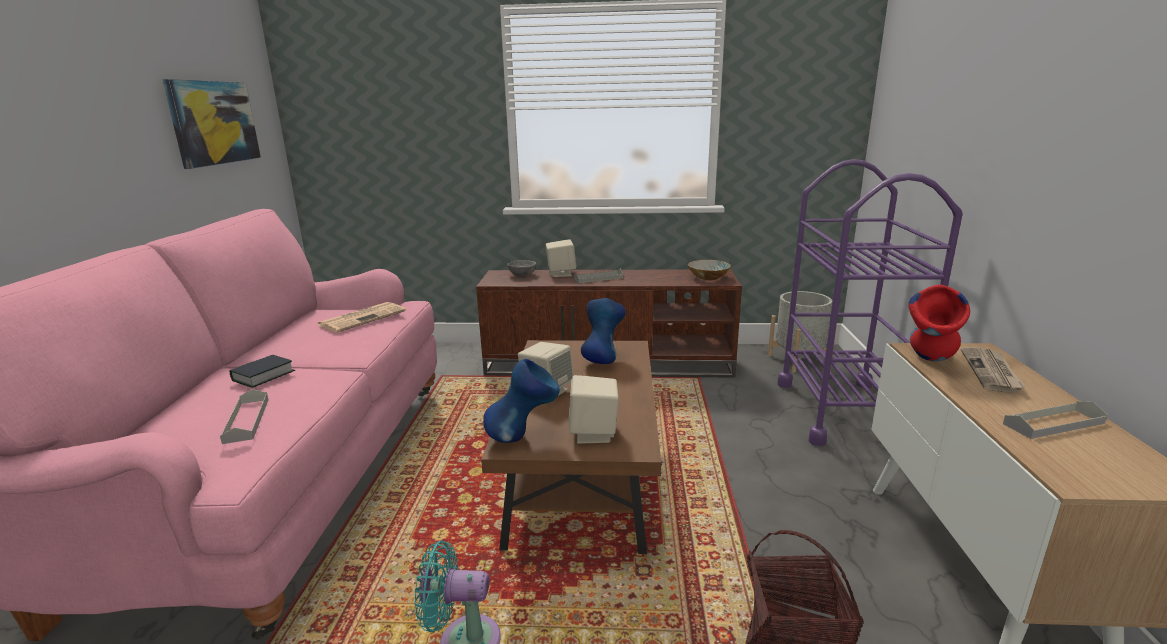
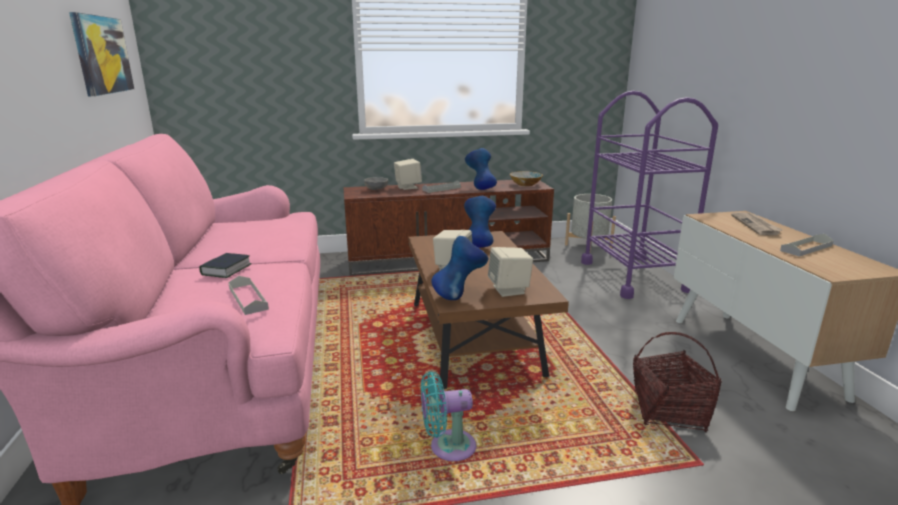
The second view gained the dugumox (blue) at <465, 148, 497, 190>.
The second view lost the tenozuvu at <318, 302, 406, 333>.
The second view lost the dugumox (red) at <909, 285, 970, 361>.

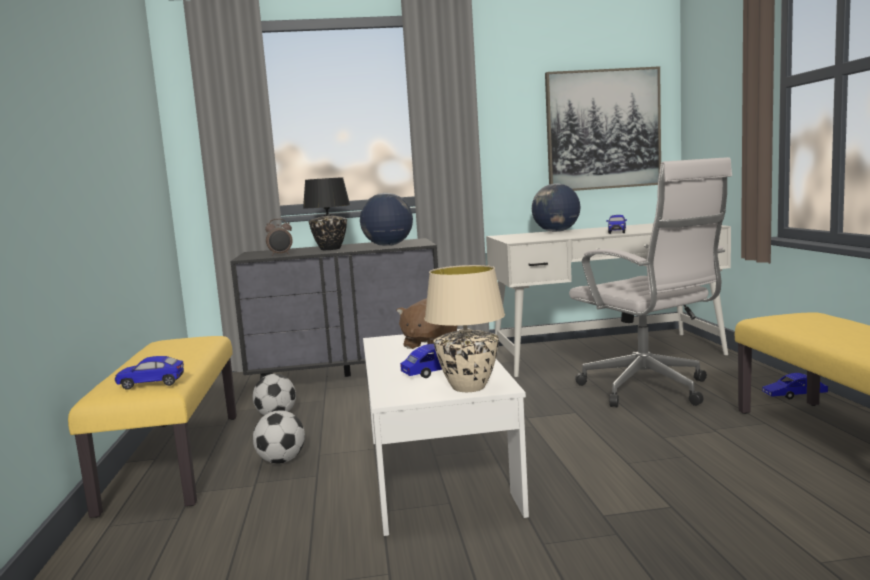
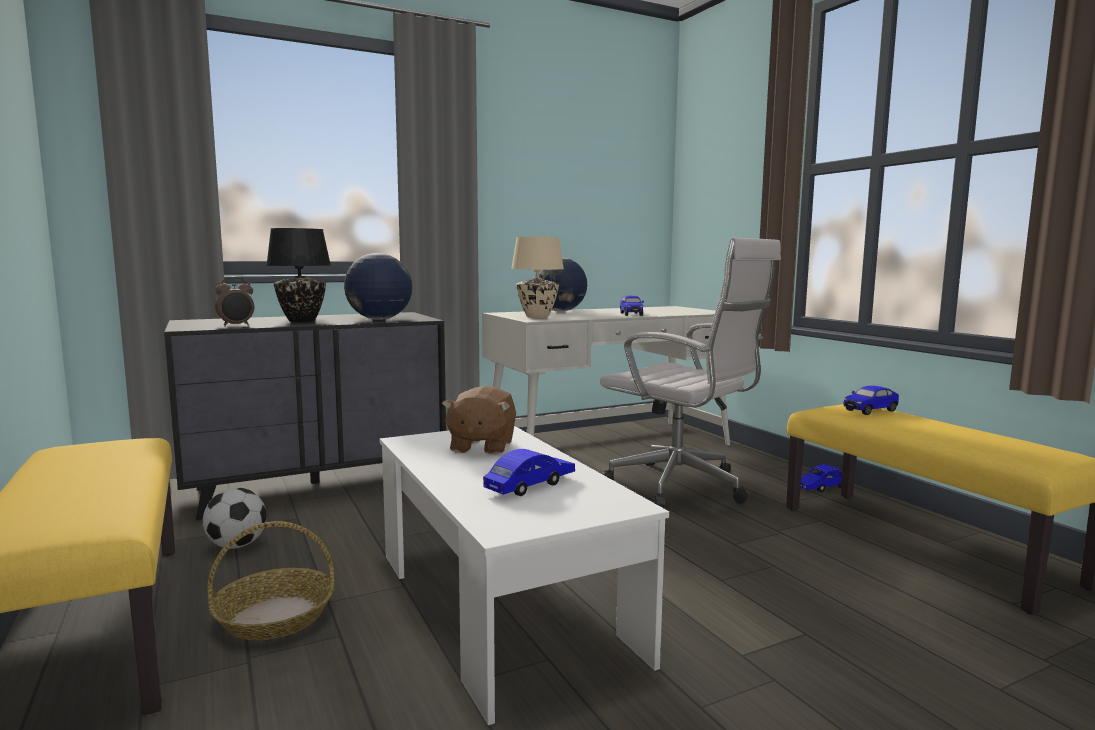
Where the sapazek stood at <253, 410, 305, 464>, the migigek came to stand at <207, 521, 334, 640>.
The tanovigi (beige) ended up elsewhere, having gone from <424, 265, 505, 392> to <511, 237, 564, 318>.
The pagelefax ended up elsewhere, having gone from <115, 356, 184, 390> to <843, 386, 899, 415>.
The second view lost the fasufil at <545, 66, 661, 191>.

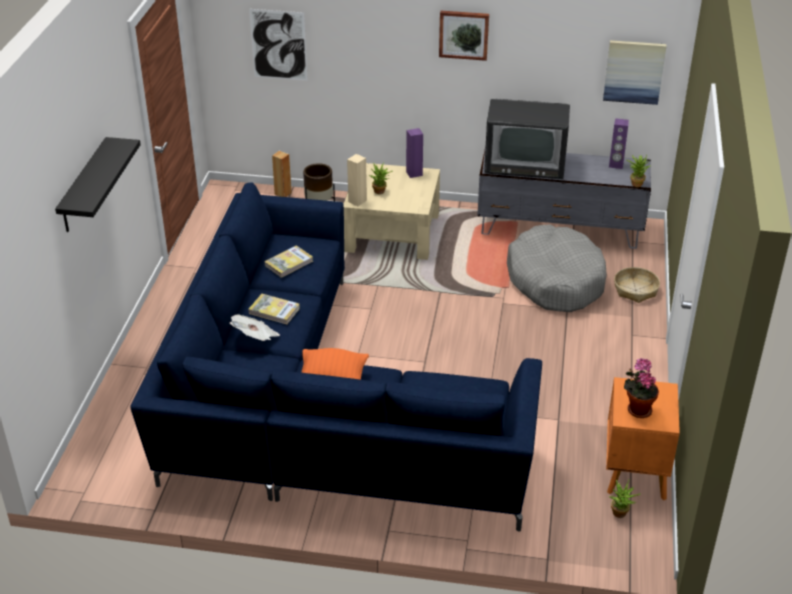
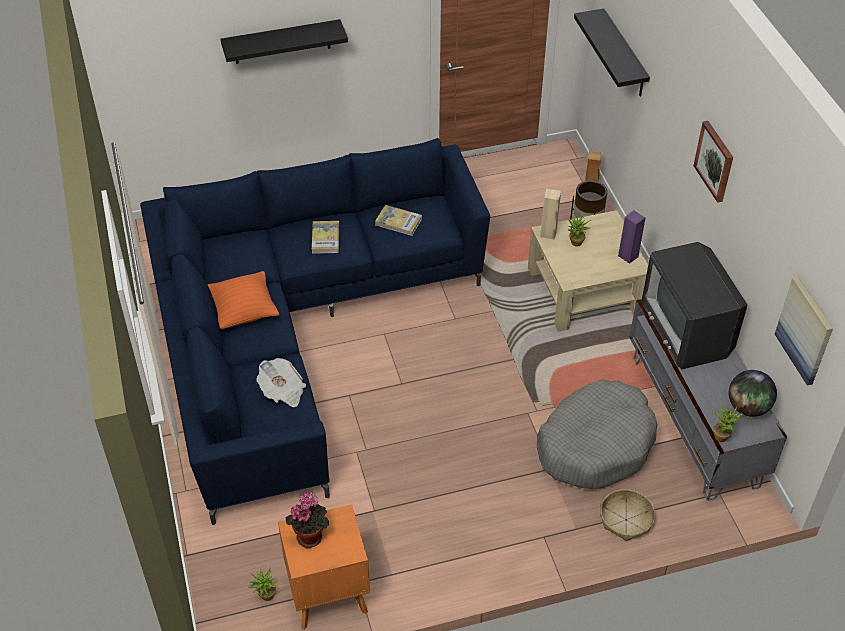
The tenozuvu ended up elsewhere, having gone from <230, 314, 280, 341> to <256, 358, 306, 407>.
Where the fasufil hung at <249, 9, 308, 81>, the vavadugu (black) came to hang at <574, 9, 650, 96>.
Where the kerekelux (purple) stood at <609, 118, 629, 169>, the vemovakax came to stand at <729, 370, 777, 417>.

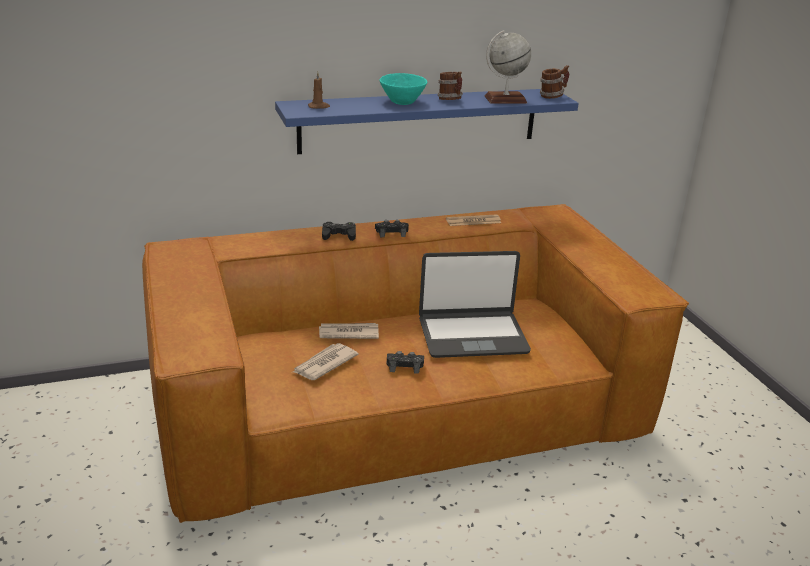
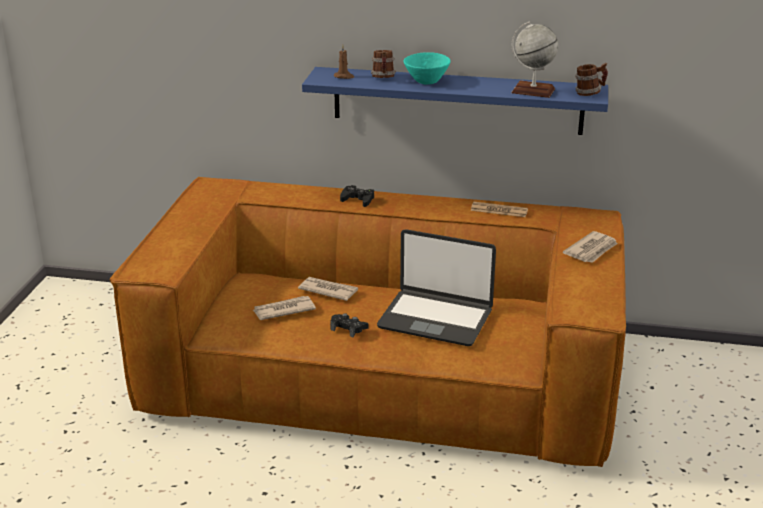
The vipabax ended up elsewhere, having gone from <438, 71, 463, 100> to <371, 50, 396, 78>.
The second view gained the tenozuvu at <563, 231, 618, 263>.
The second view lost the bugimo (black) at <375, 220, 409, 237>.

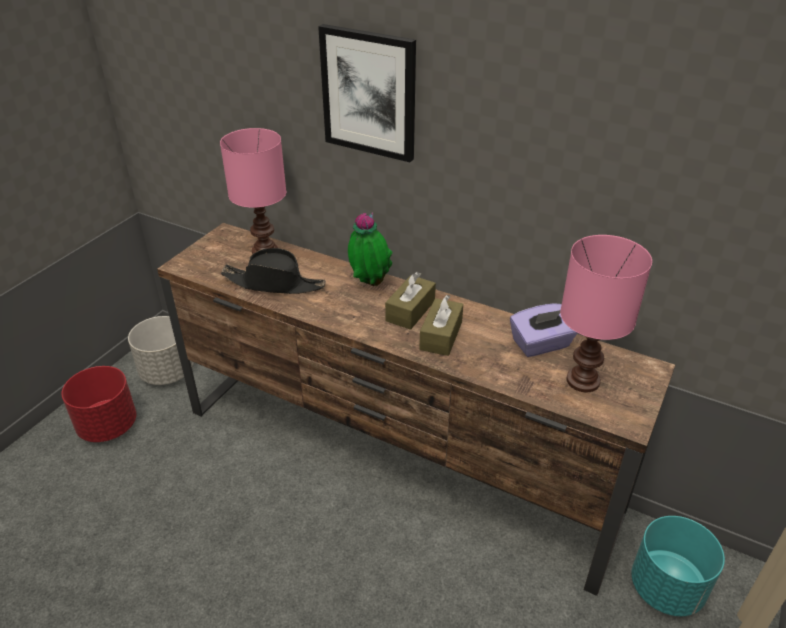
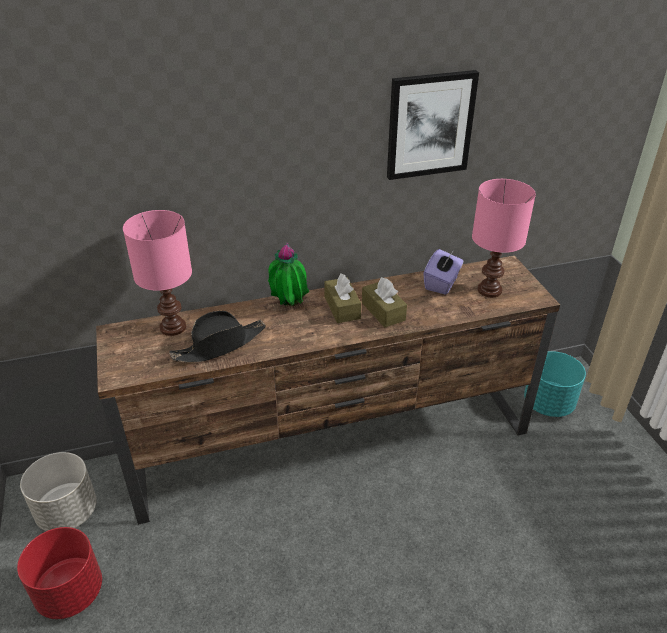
The fasufil ended up elsewhere, having gone from <318, 24, 416, 162> to <387, 70, 479, 180>.

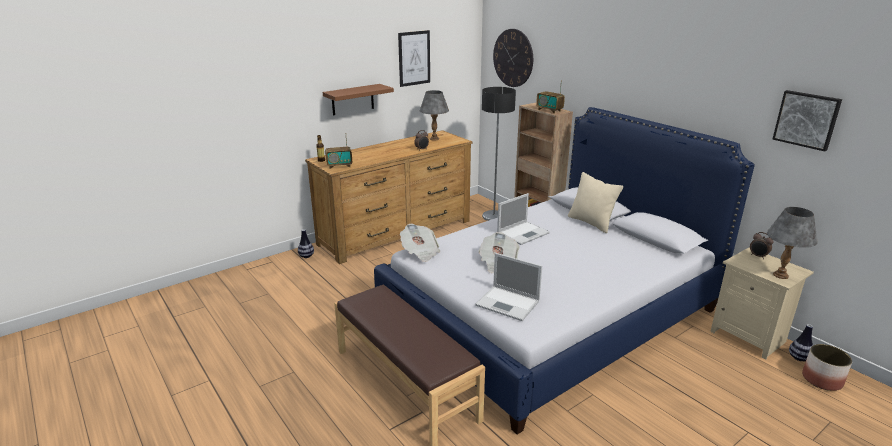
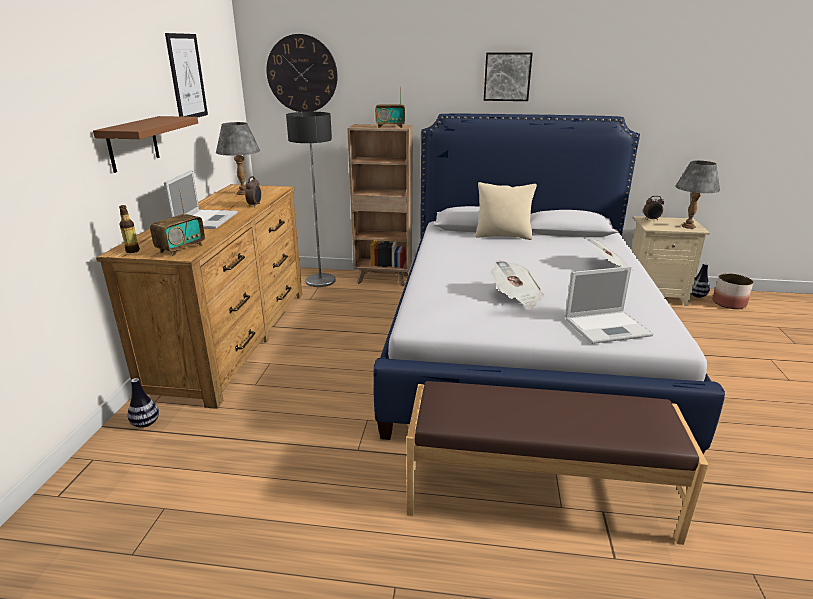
The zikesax ended up elsewhere, having gone from <497, 193, 550, 245> to <164, 170, 238, 229>.
The fasufil ended up elsewhere, having gone from <772, 90, 842, 151> to <484, 52, 533, 101>.
The tenozuvu ended up elsewhere, having gone from <400, 224, 440, 262> to <586, 238, 632, 270>.

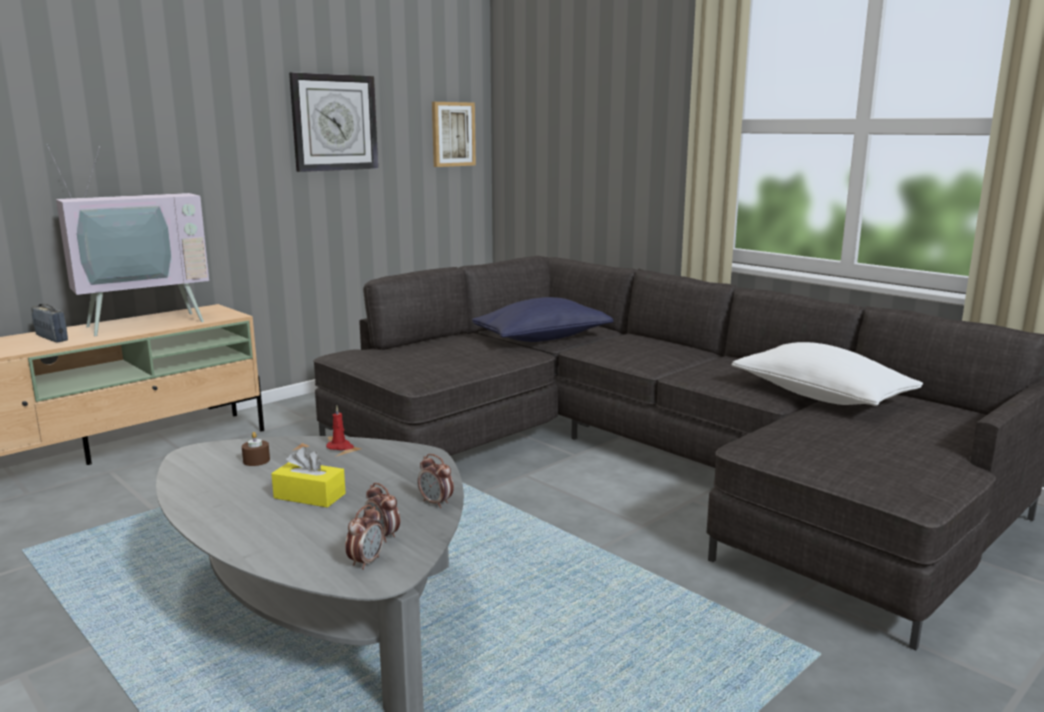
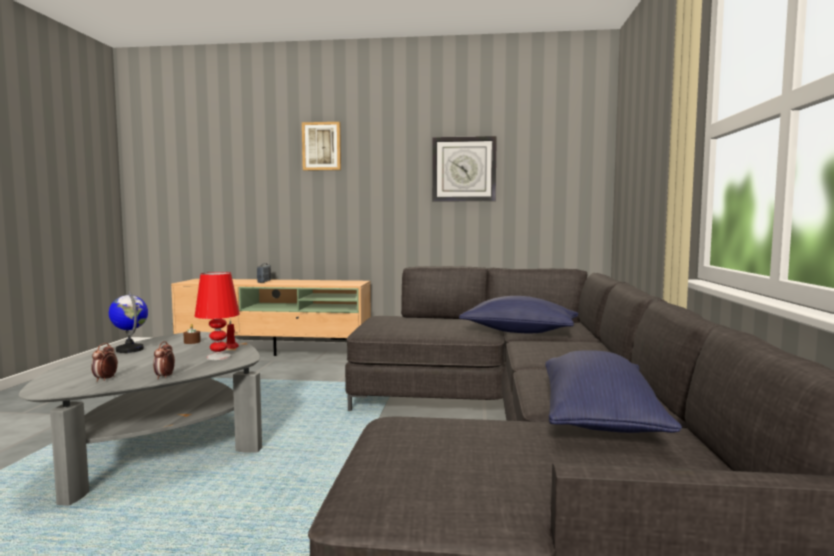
The second view gained the vemovakax at <109, 291, 148, 353>.
The second view gained the tanovigi (red) at <195, 272, 240, 360>.
The fasufil ended up elsewhere, having gone from <432, 102, 476, 167> to <302, 122, 341, 171>.
What was the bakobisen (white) at <731, 342, 923, 406> turned into the bakobisen (blue) at <545, 350, 682, 433>.
The second view lost the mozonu at <47, 144, 209, 336>.
The second view lost the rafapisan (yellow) at <271, 447, 346, 508>.
The second view lost the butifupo at <345, 504, 384, 570>.

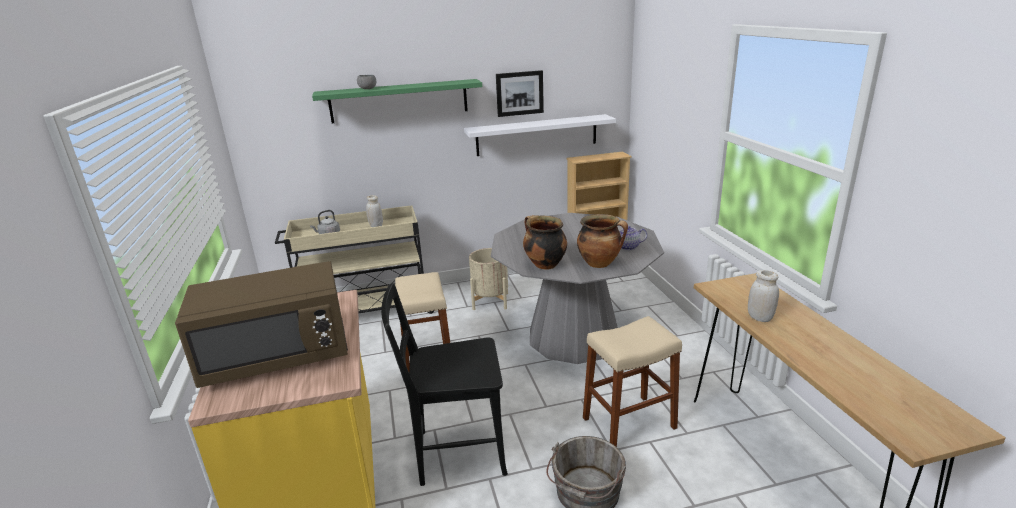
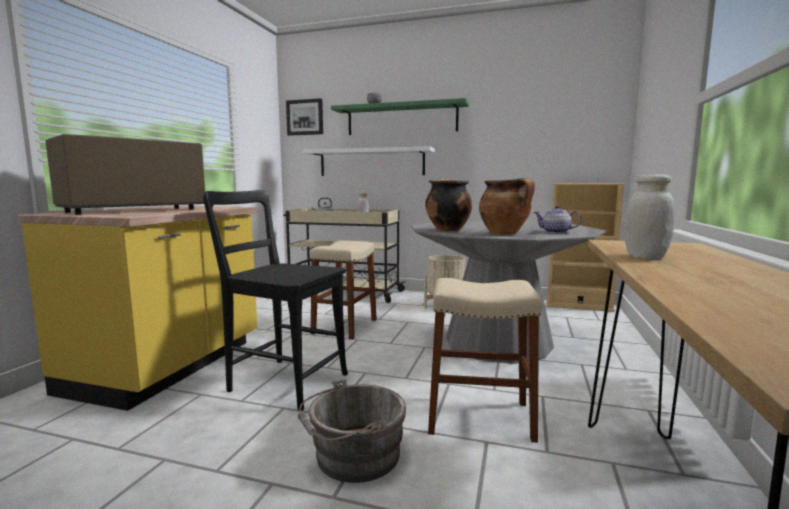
The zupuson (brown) at <175, 261, 348, 388> ended up facing another way, 120 degrees clockwise from before.
The fasufil ended up elsewhere, having gone from <496, 70, 544, 117> to <286, 98, 323, 135>.
The vavadugu (white) ended up elsewhere, having gone from <464, 114, 616, 156> to <303, 146, 435, 176>.

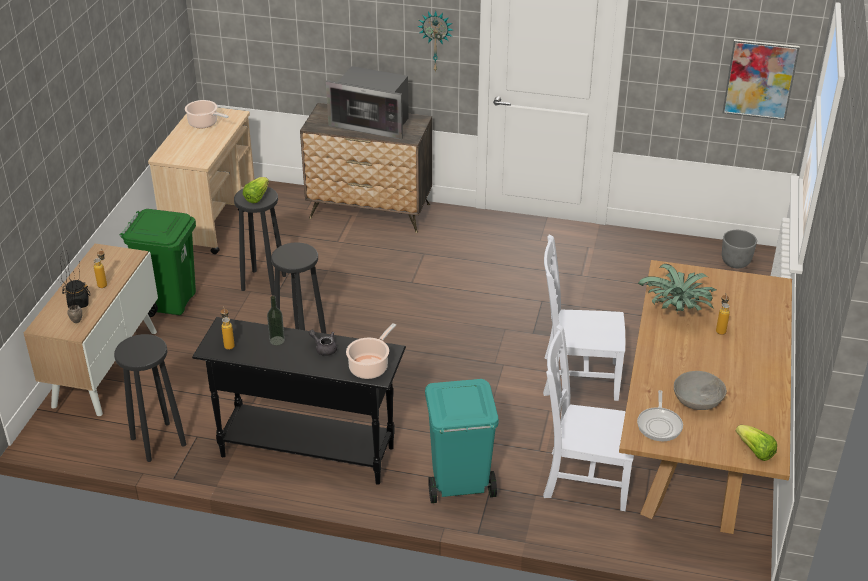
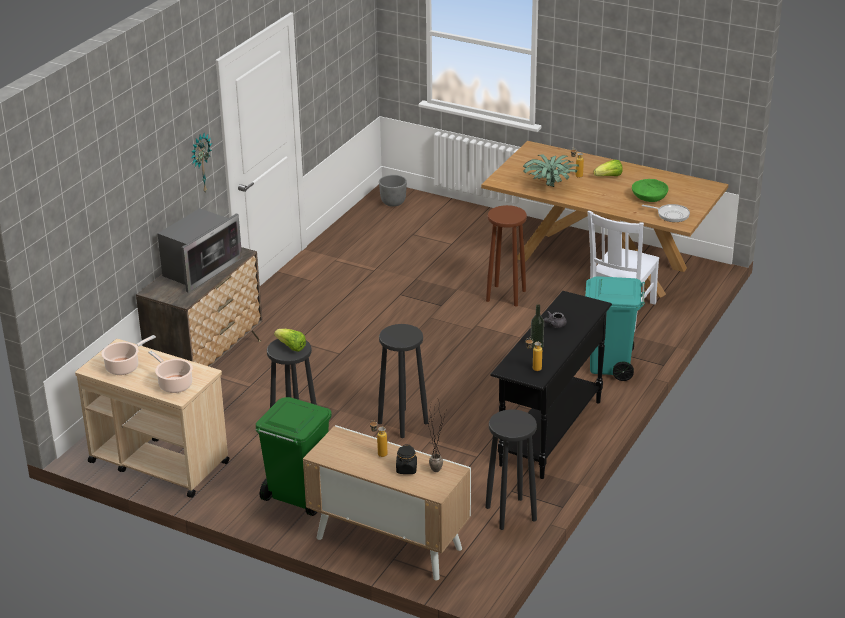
The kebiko ended up elsewhere, having gone from <346, 323, 396, 379> to <148, 351, 193, 393>.
Where the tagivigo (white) stood at <543, 235, 625, 401>, the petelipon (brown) came to stand at <486, 205, 527, 306>.
The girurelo ended up elsewhere, having gone from <736, 425, 777, 461> to <594, 160, 623, 176>.
What was the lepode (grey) at <674, 371, 727, 410> turned into the lepode (green) at <632, 179, 669, 202>.
The second view lost the fasufil at <722, 39, 800, 120>.

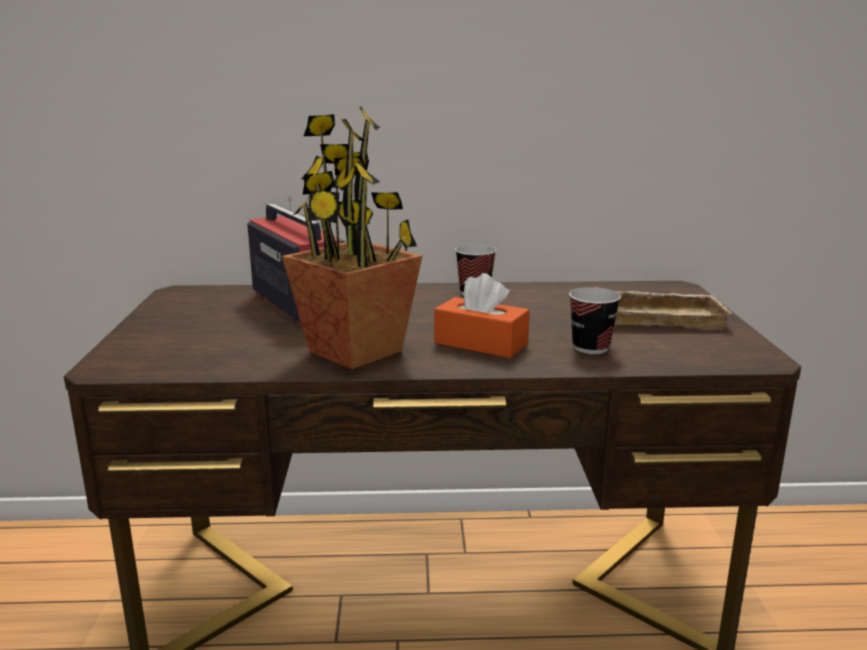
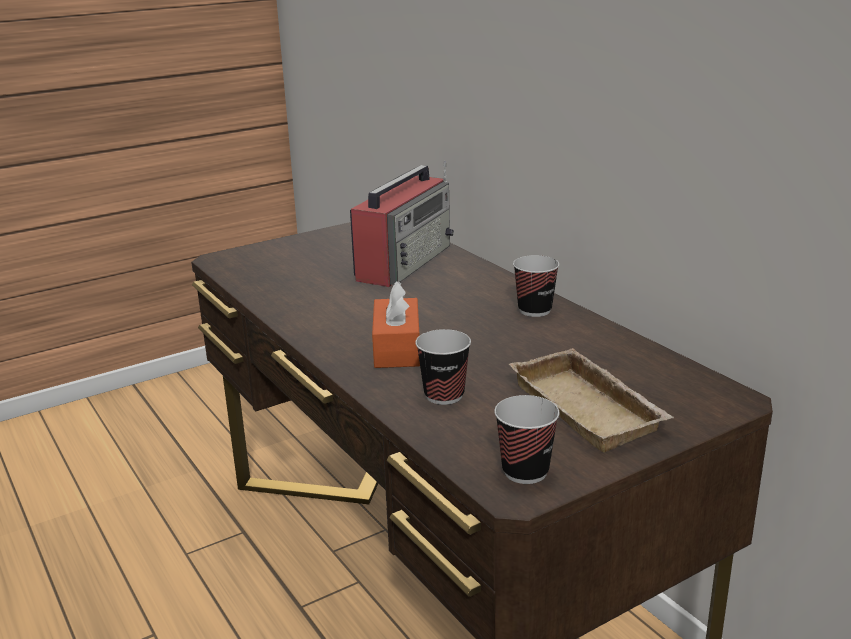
The second view gained the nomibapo at <494, 395, 560, 484>.
The second view lost the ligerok at <282, 106, 423, 369>.

